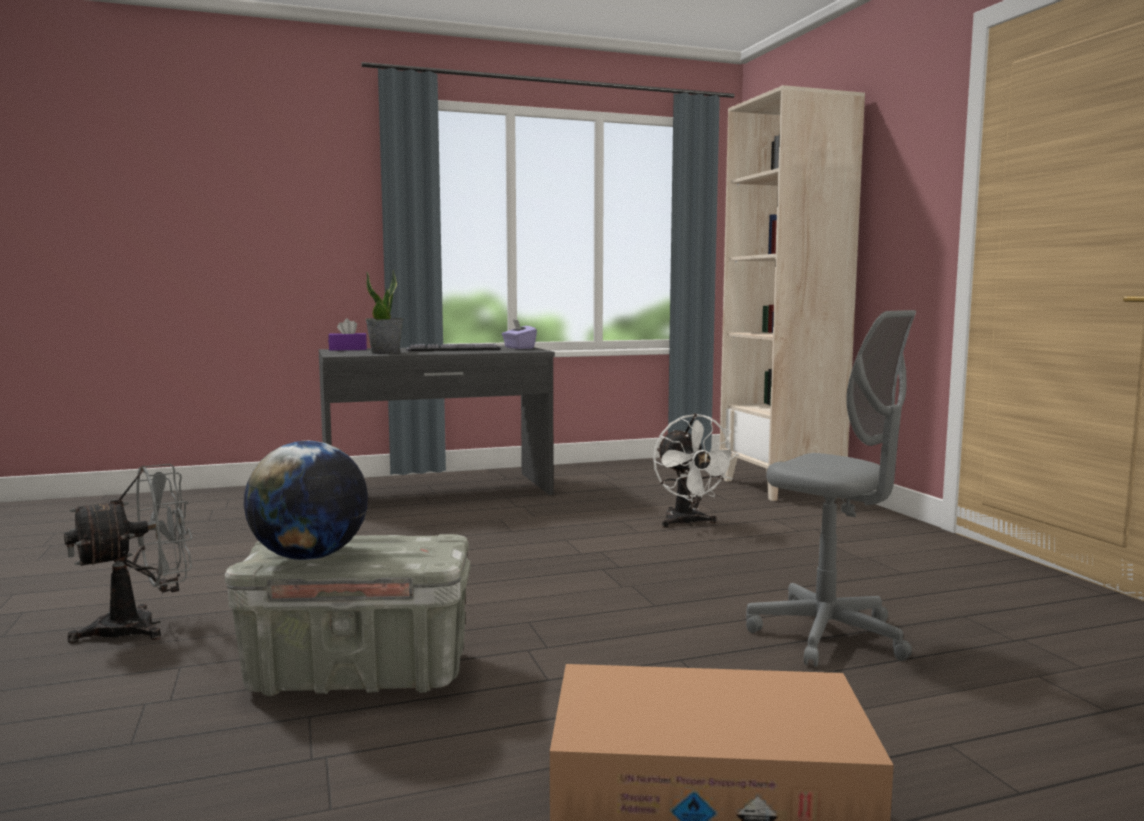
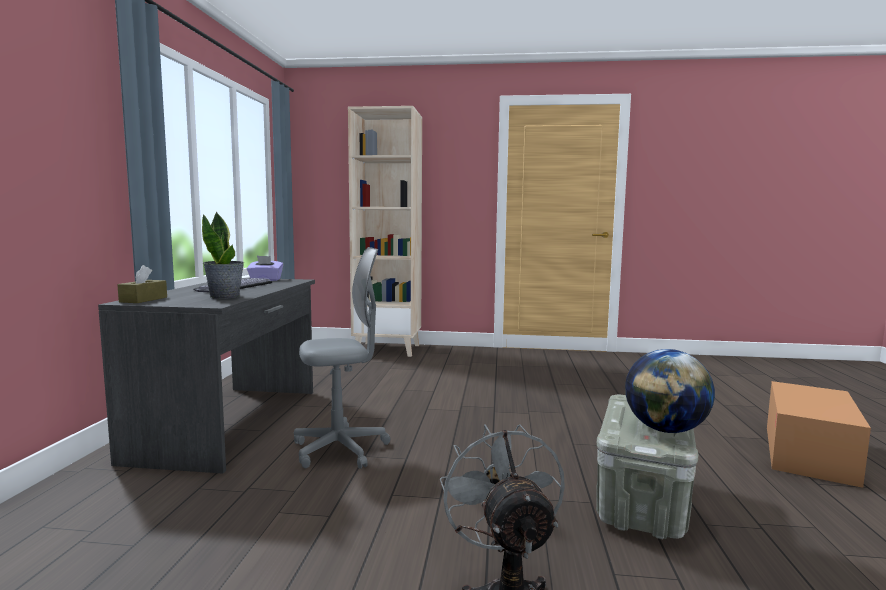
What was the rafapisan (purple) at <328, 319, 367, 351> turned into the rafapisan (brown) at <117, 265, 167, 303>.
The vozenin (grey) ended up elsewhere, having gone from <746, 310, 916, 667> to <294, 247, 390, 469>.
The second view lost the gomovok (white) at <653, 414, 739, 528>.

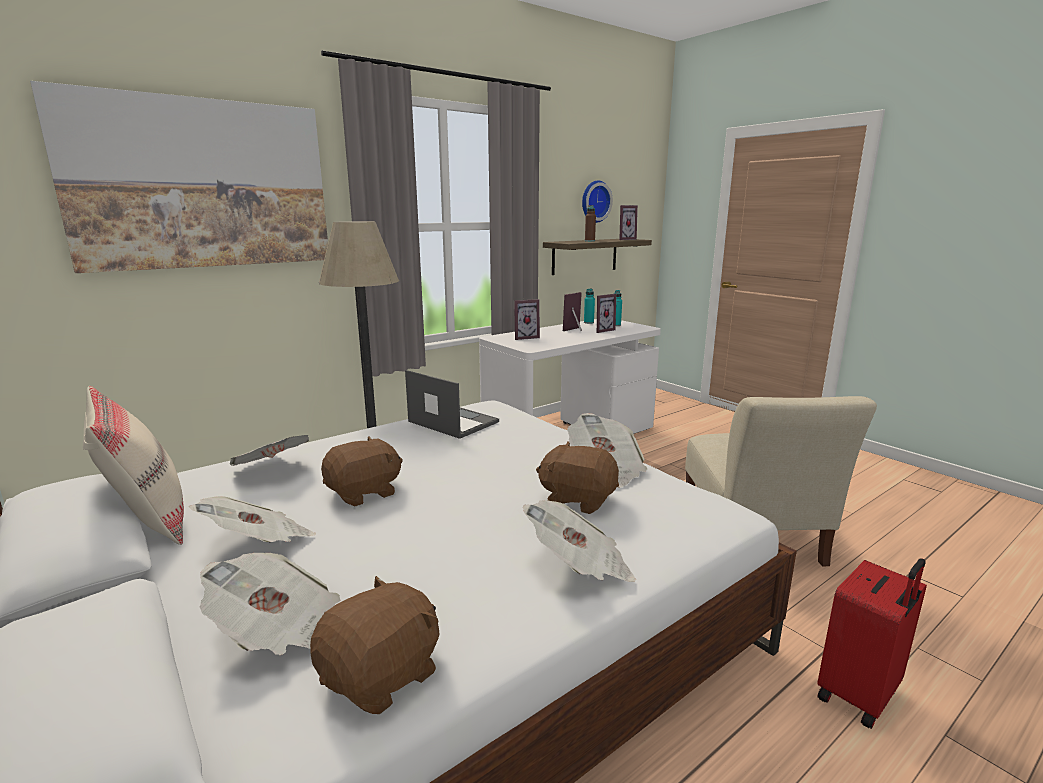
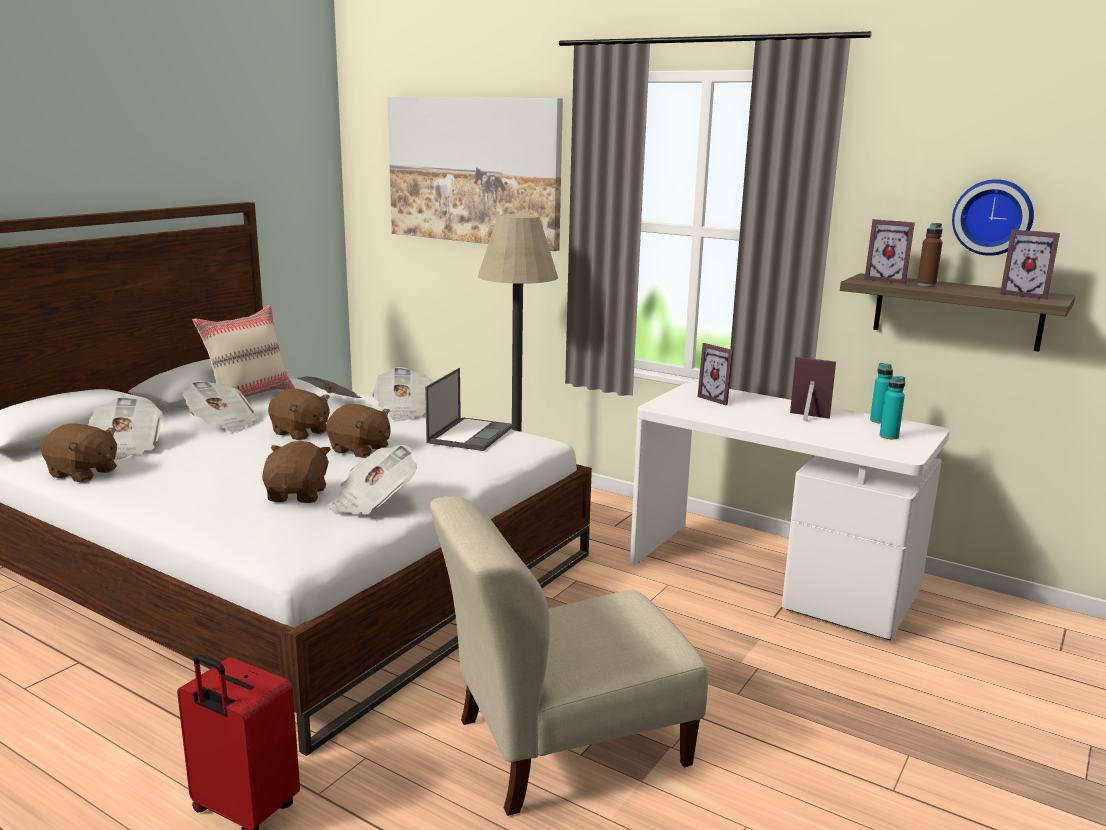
The second view gained the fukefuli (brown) at <326, 404, 391, 458>.
The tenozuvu ended up elsewhere, having gone from <523, 500, 636, 582> to <372, 367, 433, 421>.
The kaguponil ended up elsewhere, having gone from <596, 294, 616, 333> to <865, 219, 915, 284>.

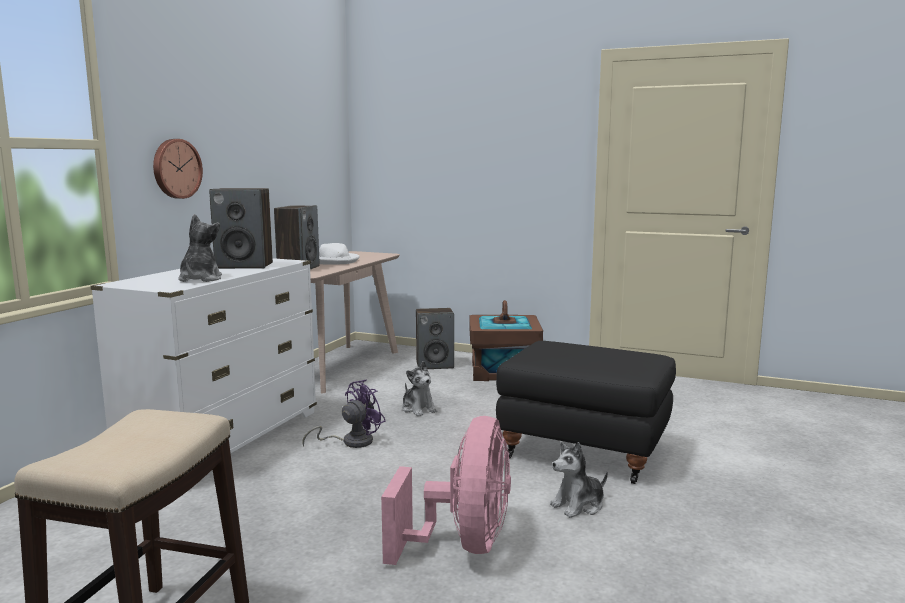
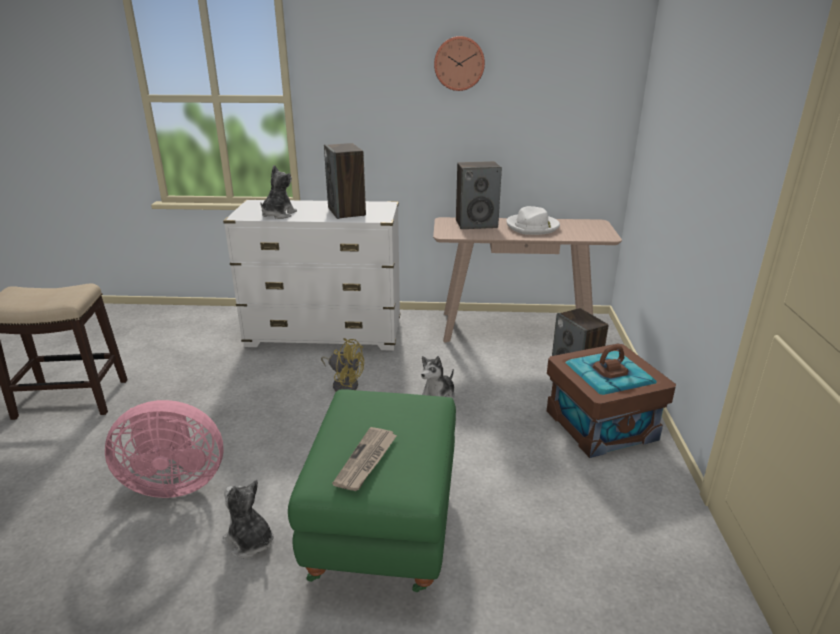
The fukefuli at <178, 214, 222, 282> ended up facing another way, 45 degrees counterclockwise from before.
What was the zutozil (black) at <496, 341, 676, 484> turned into the zutozil (green) at <288, 389, 456, 592>.
What was the gomovok (purple) at <303, 380, 386, 448> turned into the gomovok (yellow) at <321, 338, 364, 392>.
The second view gained the tenozuvu at <332, 427, 397, 491>.
The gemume ended up elsewhere, having gone from <153, 139, 203, 199> to <434, 36, 485, 91>.

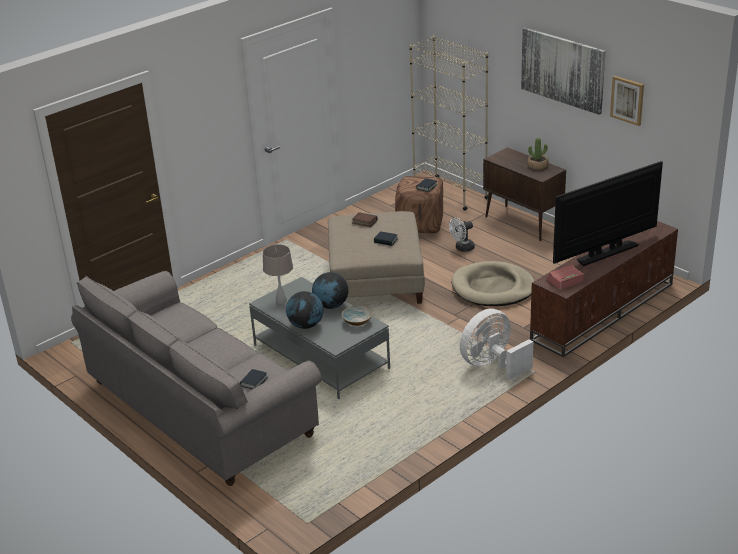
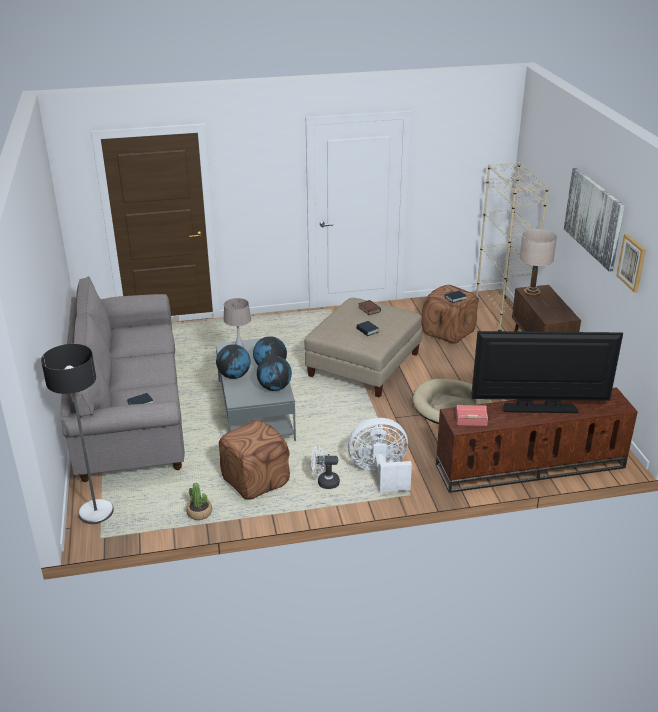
The second view gained the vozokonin at <41, 344, 114, 524>.
The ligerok ended up elsewhere, having gone from <527, 137, 549, 170> to <186, 483, 212, 520>.
The second view gained the zutozil (brown) at <219, 420, 290, 499>.
Where the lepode stood at <341, 305, 373, 326>, the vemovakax came to stand at <257, 356, 292, 391>.
The gomovok (white) ended up elsewhere, having gone from <449, 217, 475, 252> to <311, 446, 340, 489>.
The second view gained the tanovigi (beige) at <520, 229, 557, 297>.

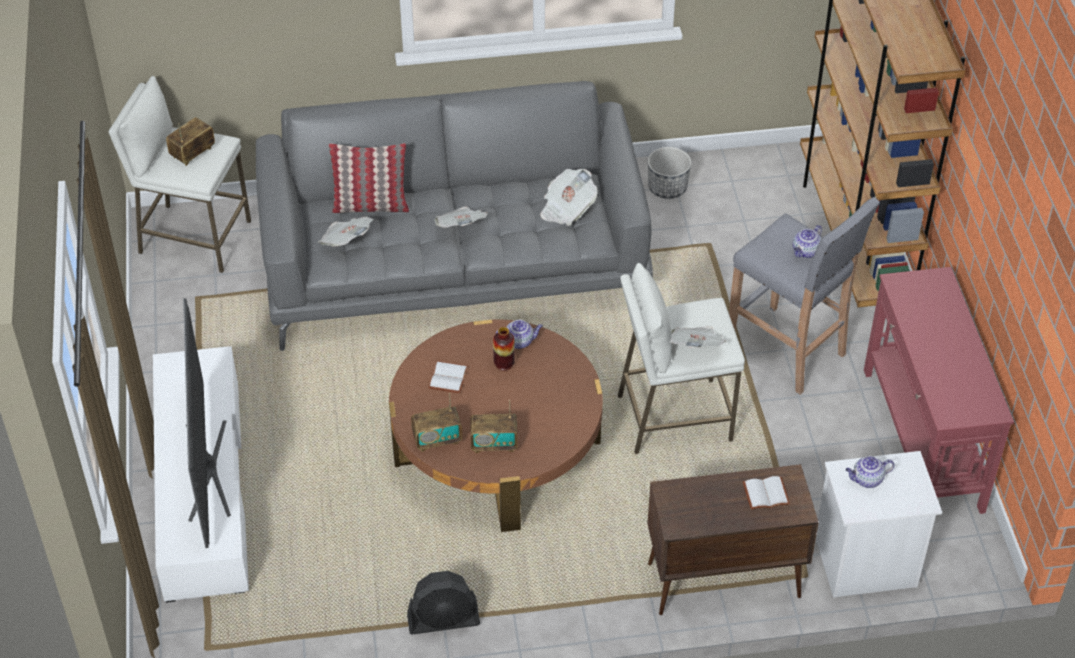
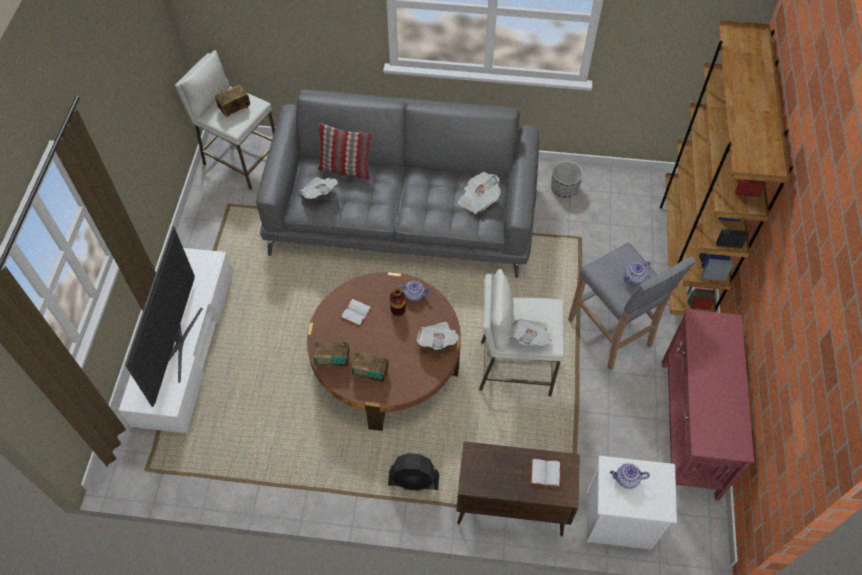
The gomovok (black) ended up elsewhere, having gone from <407, 571, 480, 634> to <388, 453, 439, 491>.
The tenozuvu ended up elsewhere, having gone from <435, 207, 488, 228> to <416, 322, 460, 350>.

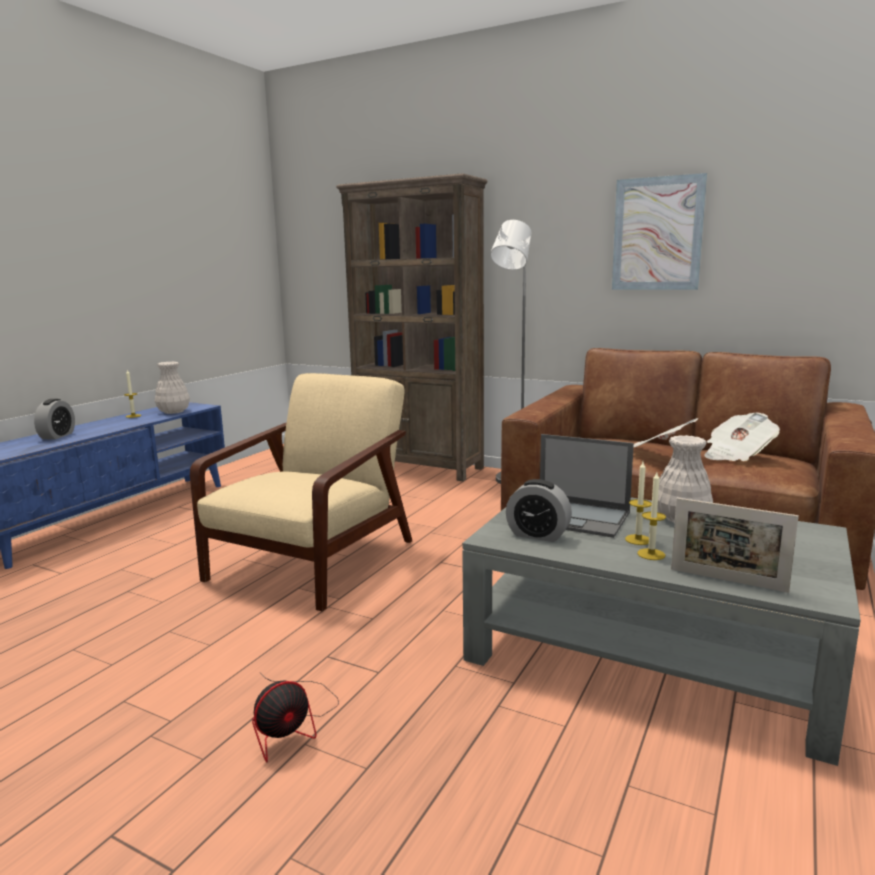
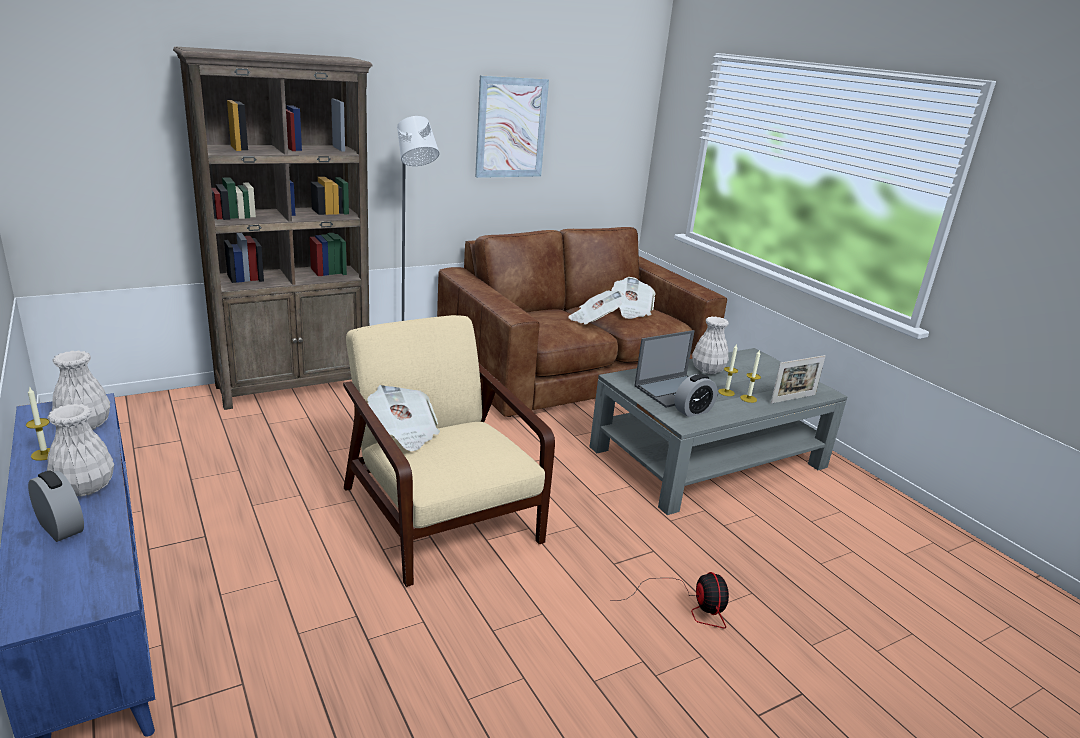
The second view gained the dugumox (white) at <47, 404, 114, 497>.
The second view gained the tenozuvu at <367, 385, 440, 451>.

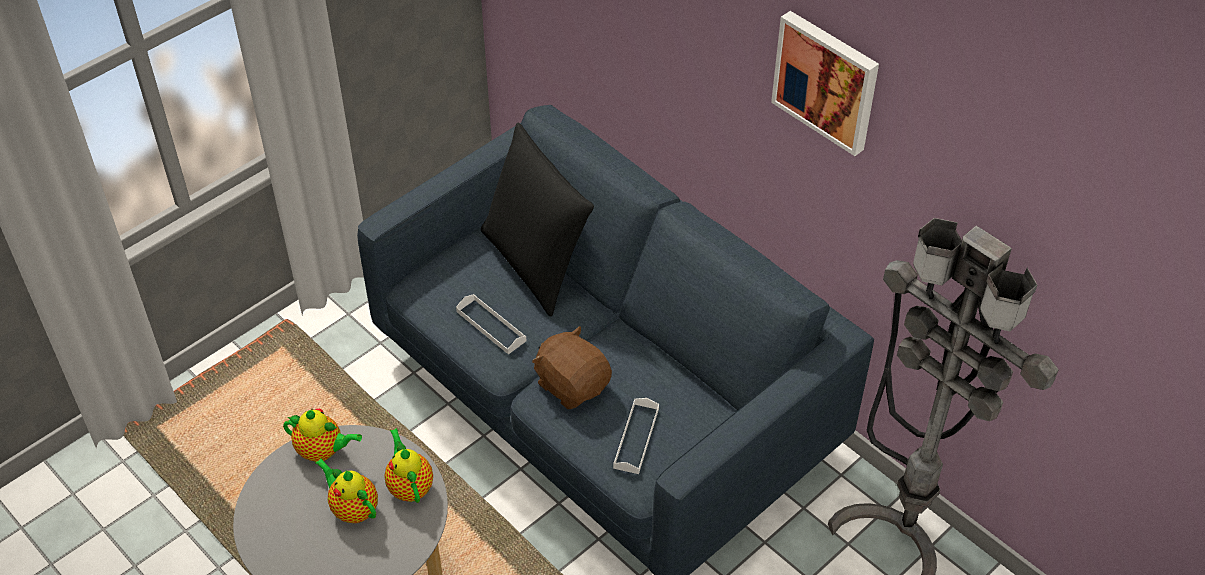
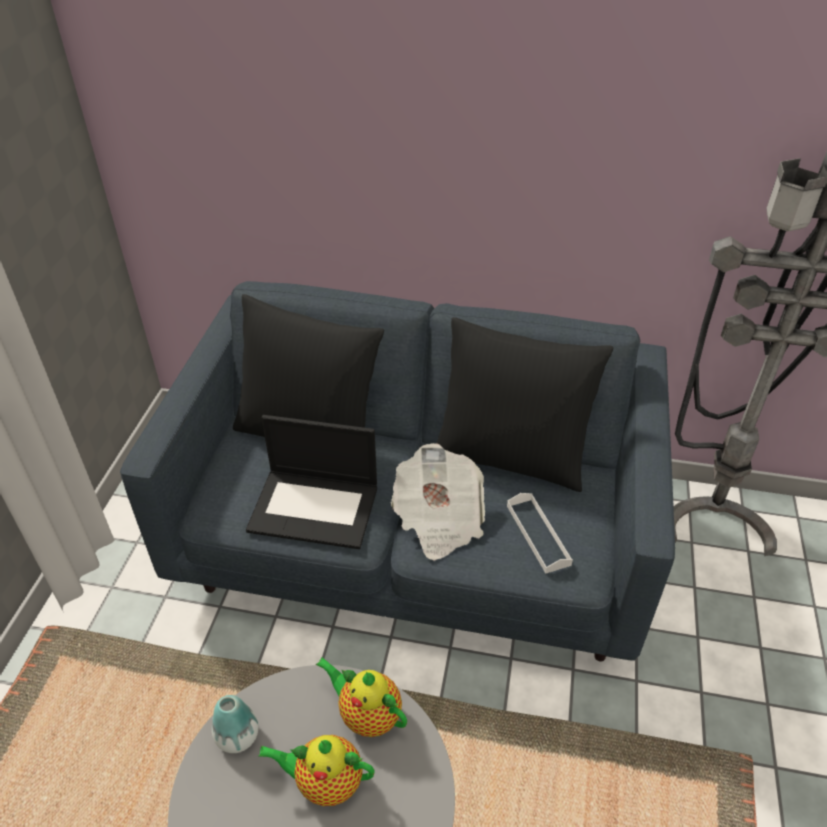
Where the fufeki stood at <283, 408, 362, 462>, the dugumox came to stand at <212, 695, 258, 753>.
Where the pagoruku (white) stood at <456, 294, 526, 354>, the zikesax came to stand at <246, 415, 377, 549>.
Where the fukefuli (brown) stood at <532, 326, 612, 409>, the tenozuvu came to stand at <391, 443, 485, 561>.
The second view gained the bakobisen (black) at <437, 317, 613, 492>.
The second view lost the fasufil at <771, 11, 879, 156>.

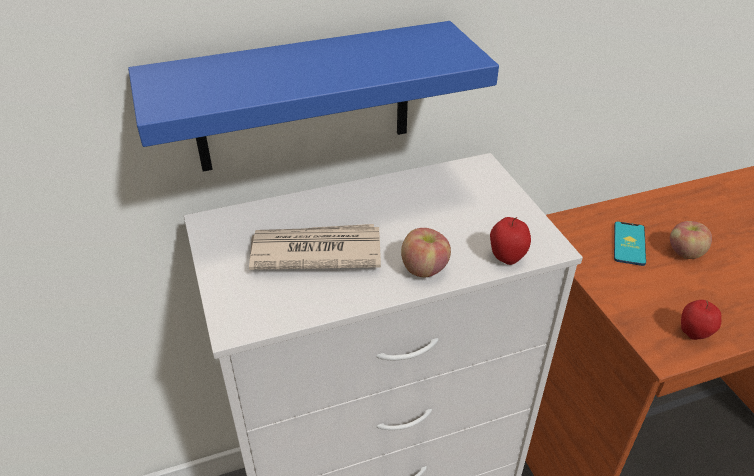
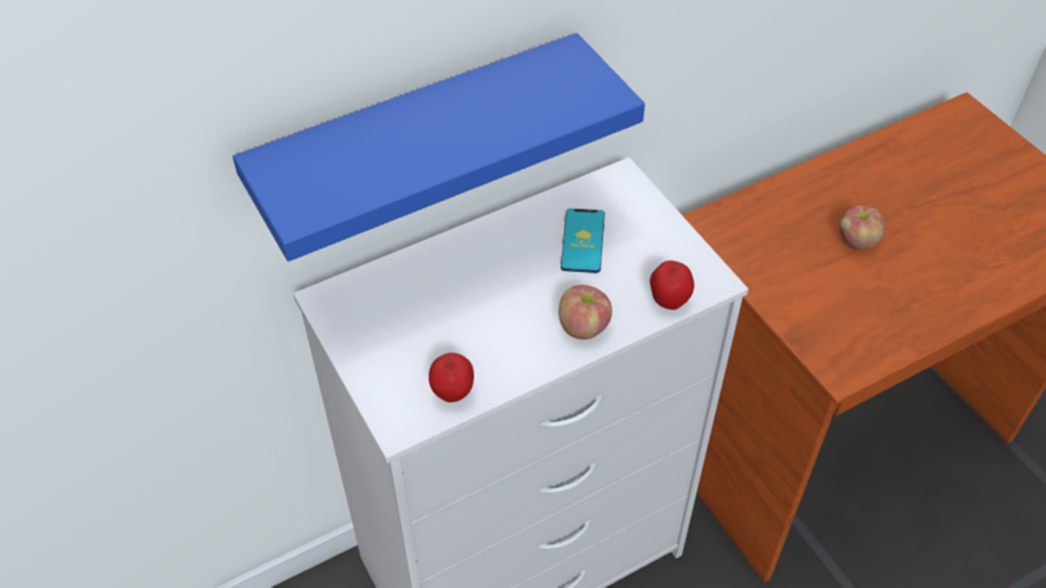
The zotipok ended up elsewhere, having gone from <681, 300, 721, 340> to <429, 353, 474, 402>.
The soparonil ended up elsewhere, having gone from <614, 221, 646, 266> to <561, 208, 605, 273>.
The second view lost the tenozuvu at <249, 224, 381, 270>.

